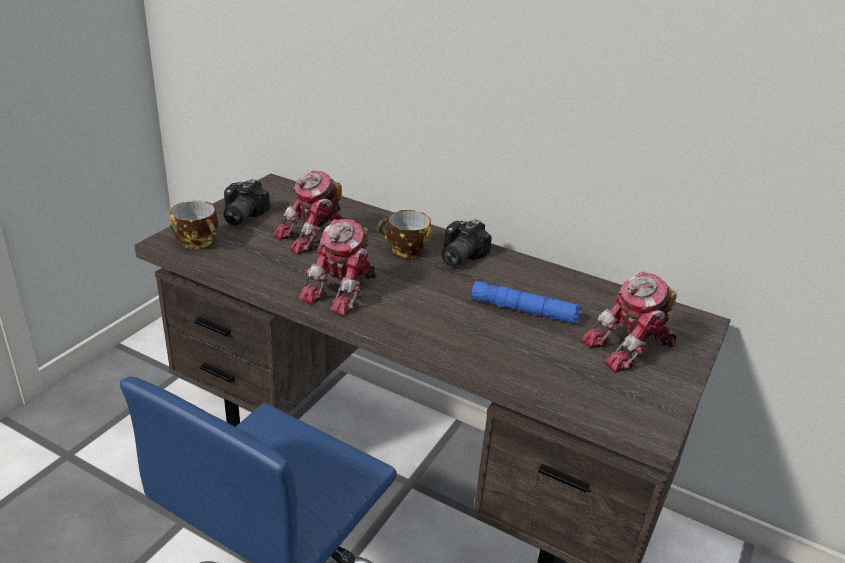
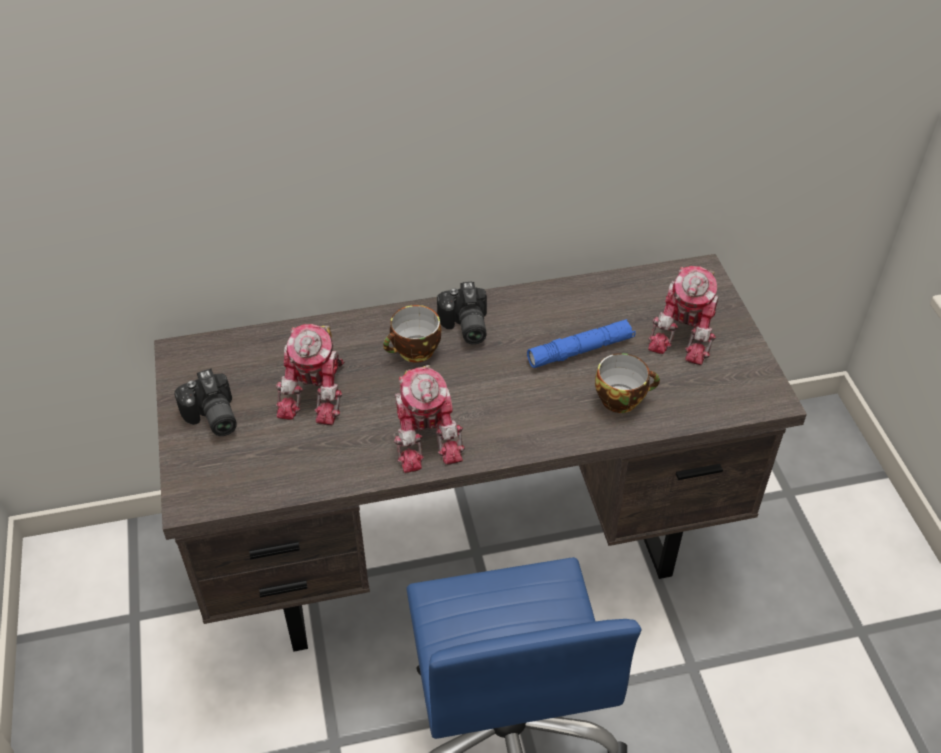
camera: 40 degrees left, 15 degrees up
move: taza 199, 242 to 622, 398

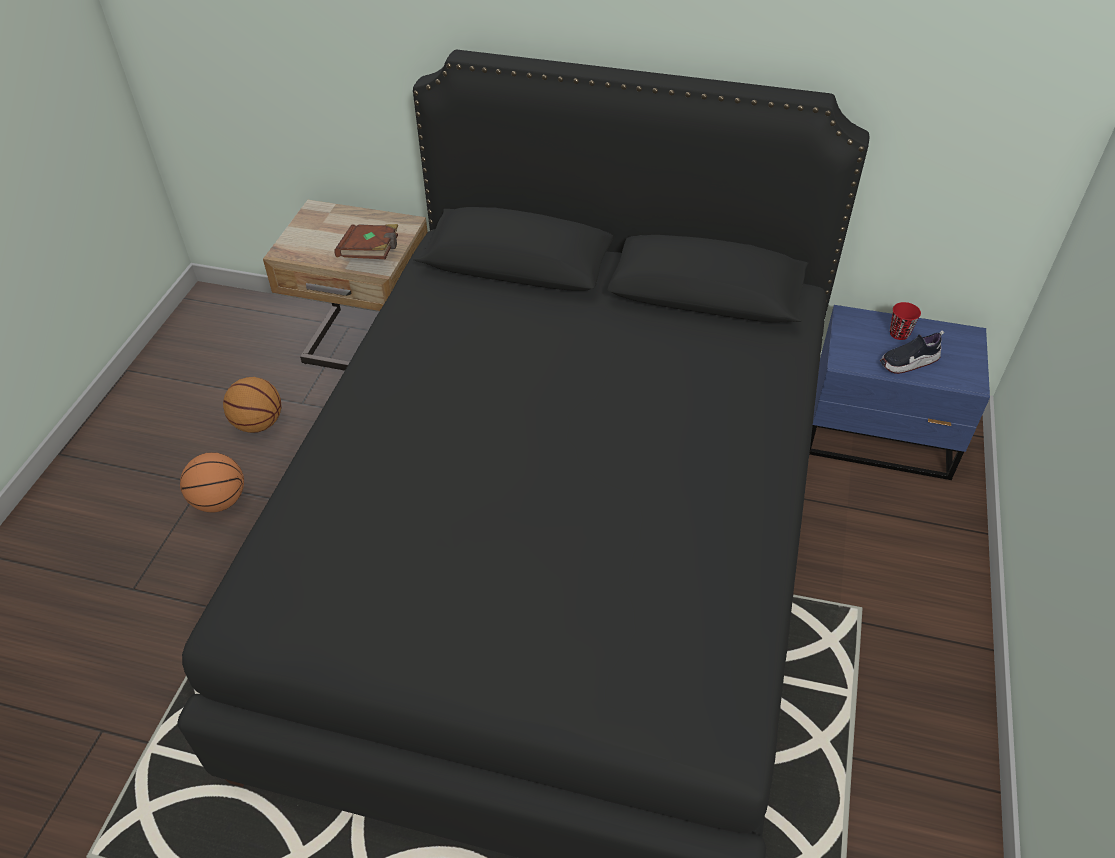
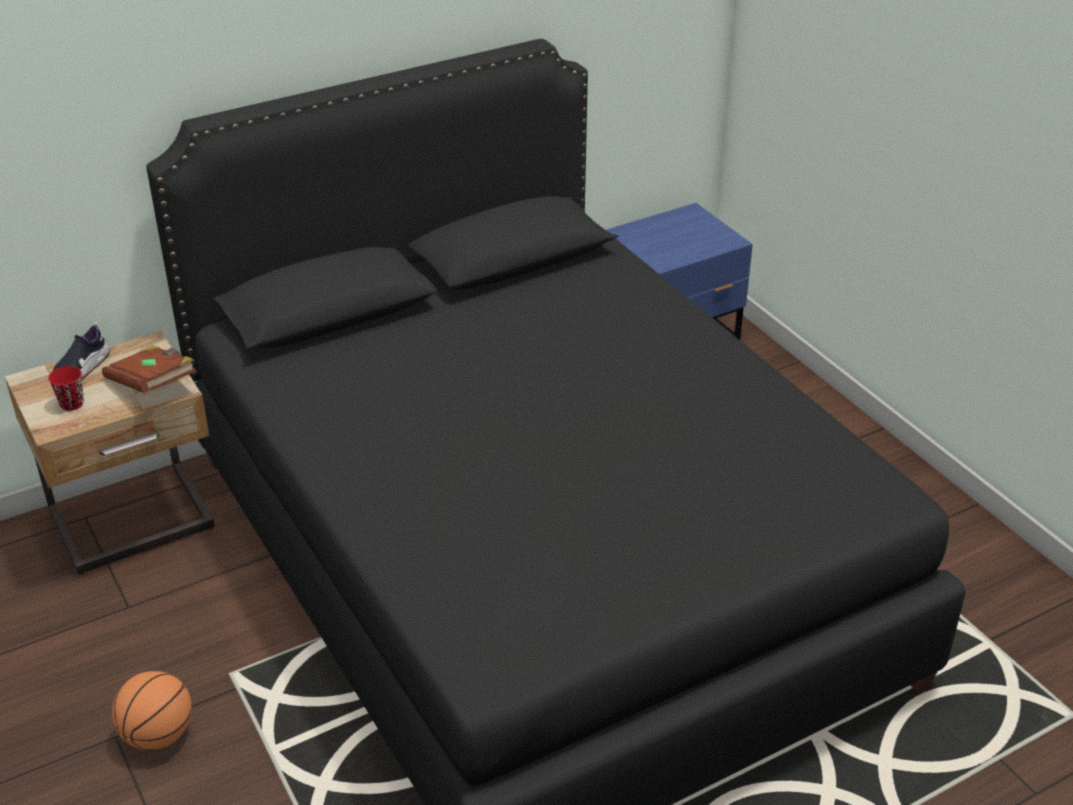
camera: 45 degrees left, 10 degrees down
delete: balón de baloncesto 259, 423
move: zapato 908, 362 to 82, 368; taza/rojo 899, 333 to 72, 404

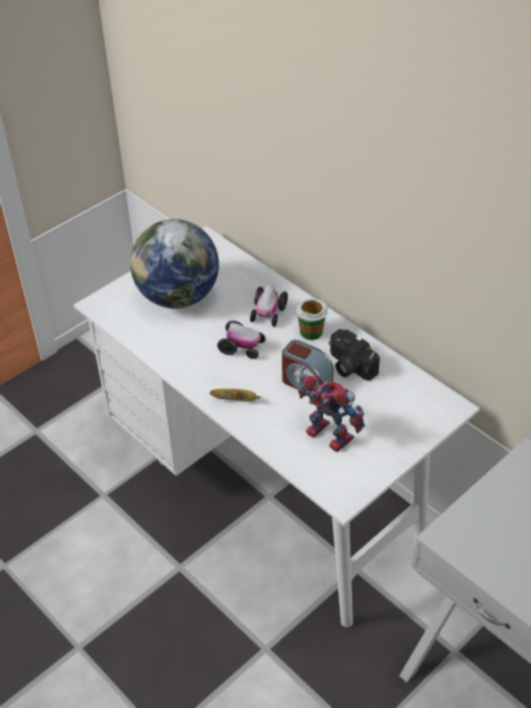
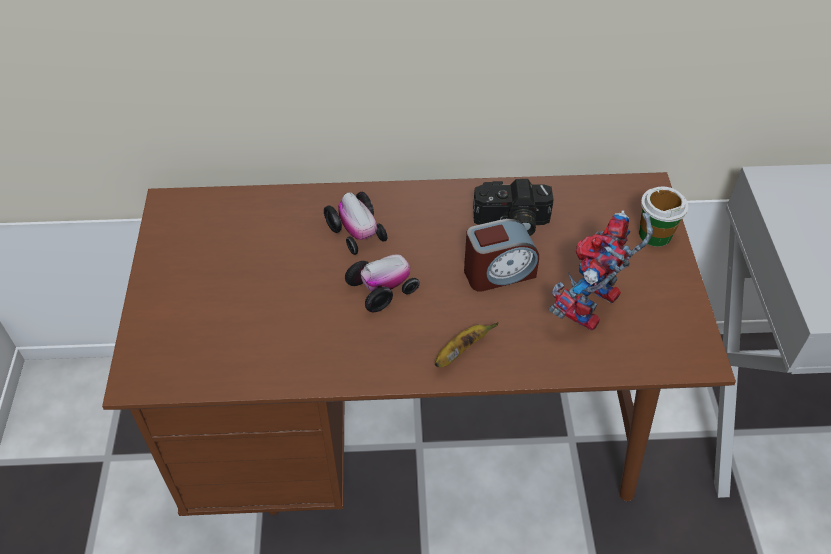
camera: 50 degrees left, 5 degrees up
delete: globo terráqueo 178, 297
move: taza 311, 332 to 655, 234
recolor: escritorio/blanco 270, 492 to escritorio/marrón 416, 441
rotate: robot de juguete 323, 435 = 592, 311 45 degrees counterclockwise

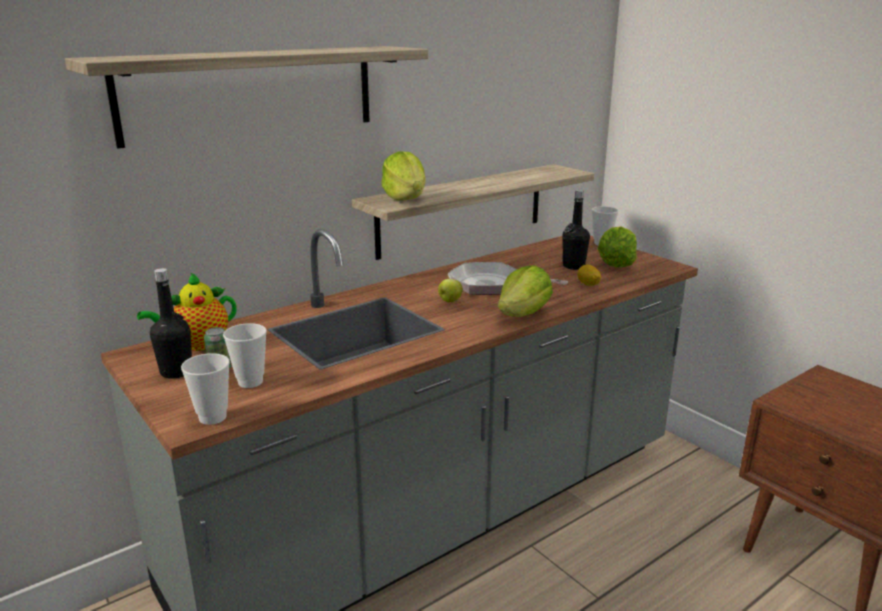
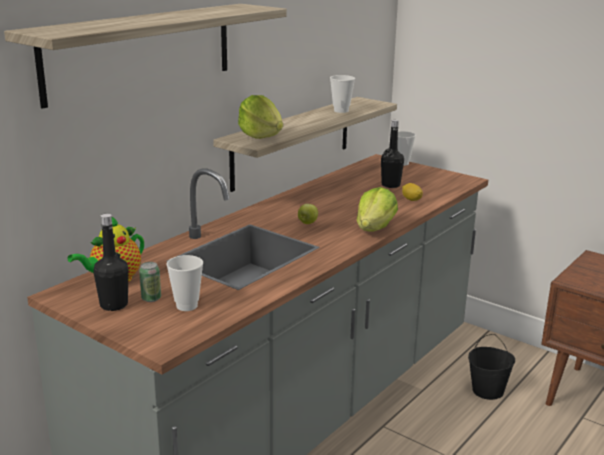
camera: 15 degrees left, 0 degrees up
delete: sartén 492, 285; lechuga 615, 265
insert: cubo/negro 488, 390
move: taza 212, 417 to 341, 111

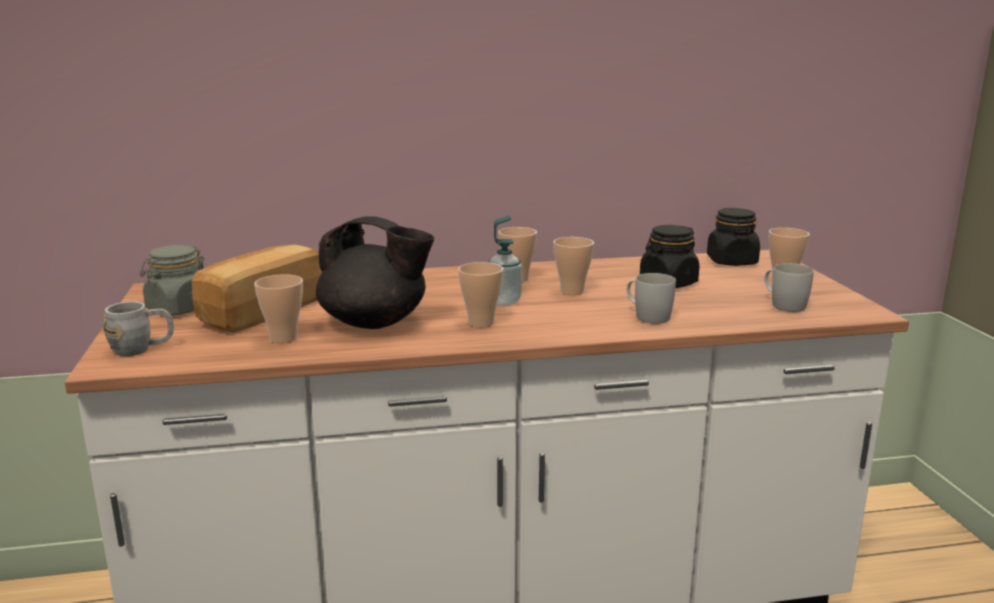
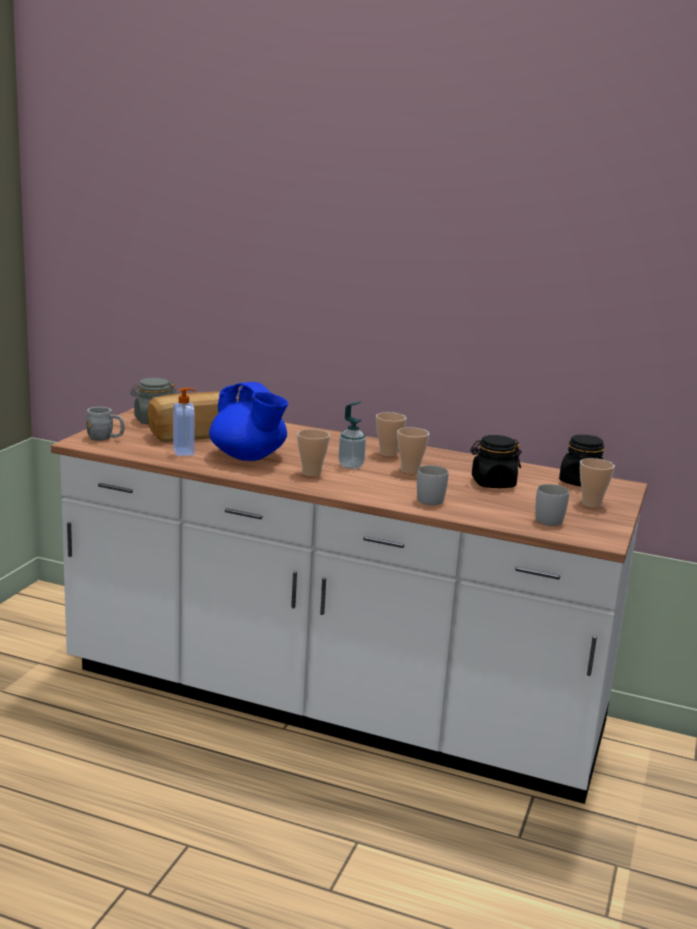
camera: 30 degrees right, 0 degrees up
replace: taza 283, 338 to dispensador de jabón 184, 452
recolor: tetera/negro 375, 323 to tetera/azul 248, 457

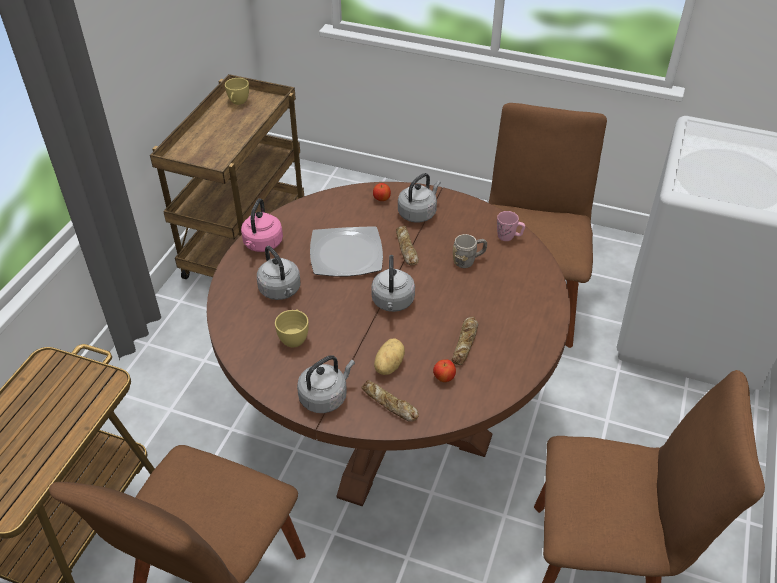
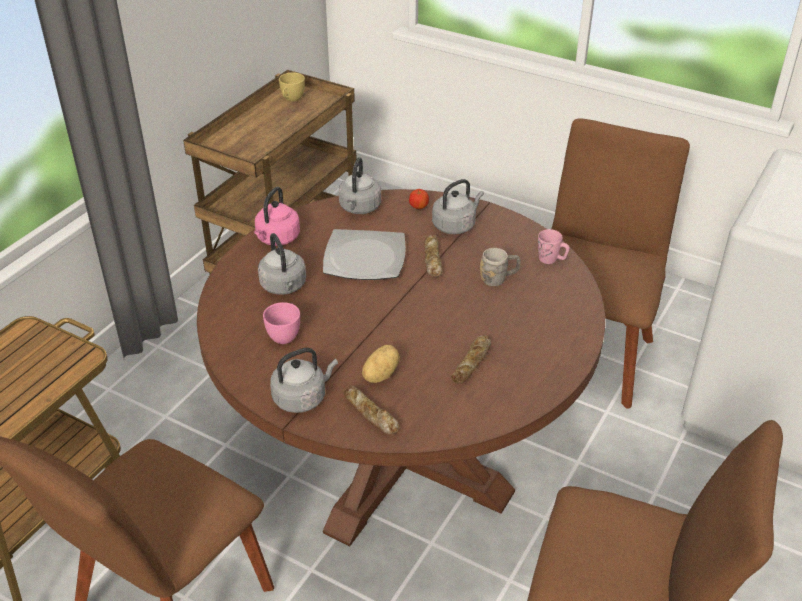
camera: 10 degrees right, 5 degrees down
delete: manzana 444, 378
move: hervidor/gris 393, 303 to 359, 208
recolor: taza/amarillo 294, 337 to taza/rosa 285, 334

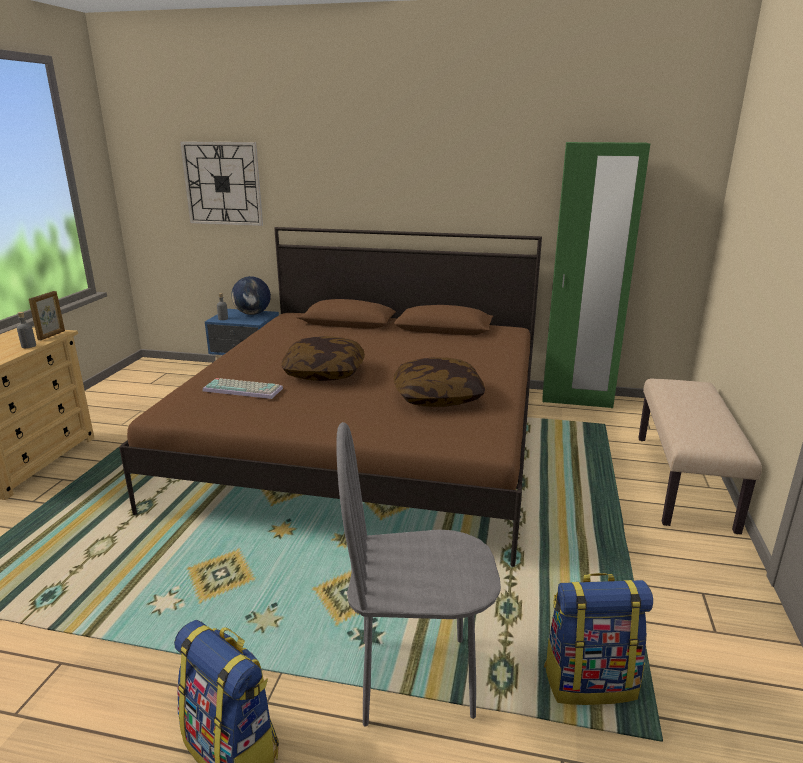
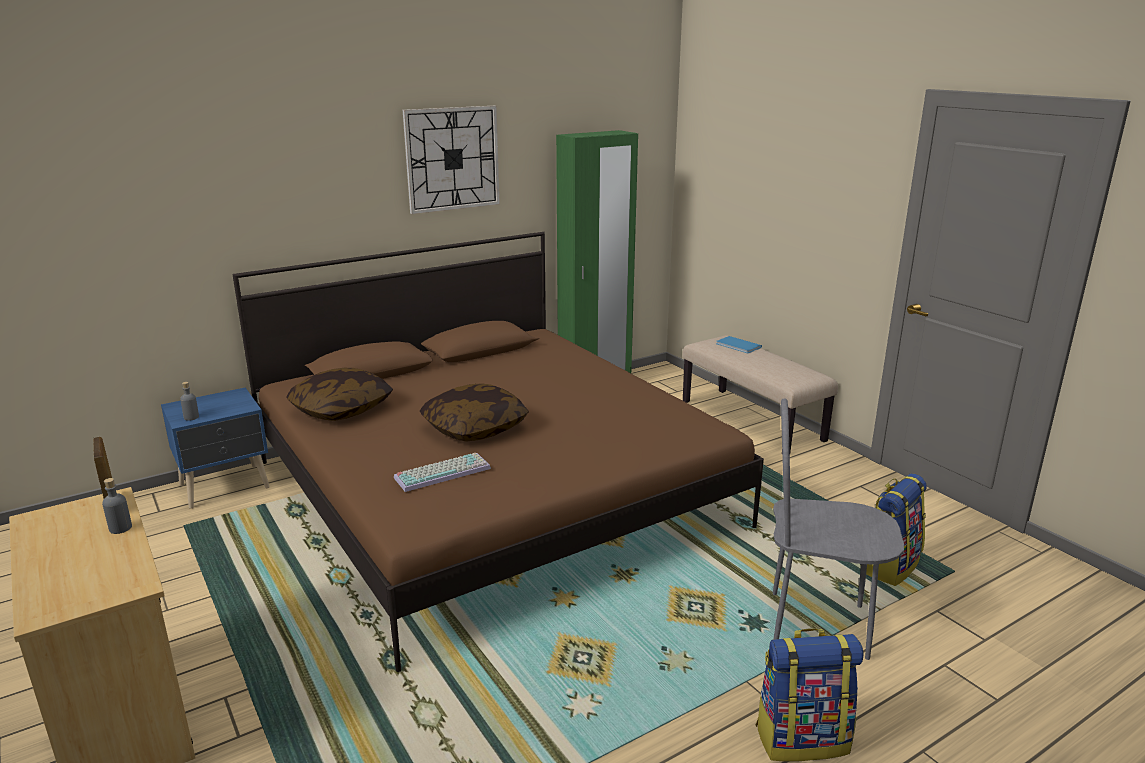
camera: 45 degrees left, 0 degrees up
delete: globo terráqueo 253, 314
insert: libro/azul 738, 346
move: reloj de pared 222, 183 to 452, 159; cojín 437, 397 to 341, 409
rotate: silla/gris 415, 678 = 818, 625 60 degrees clockwise

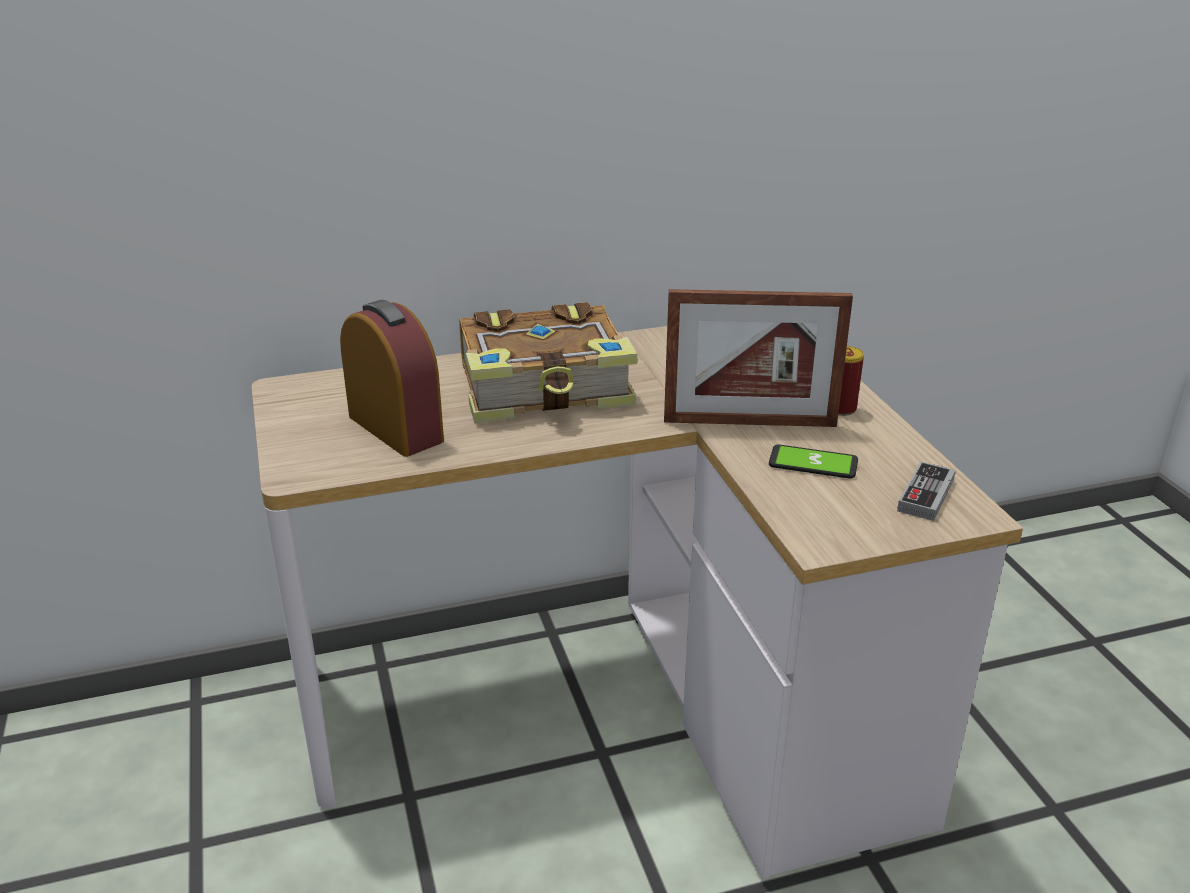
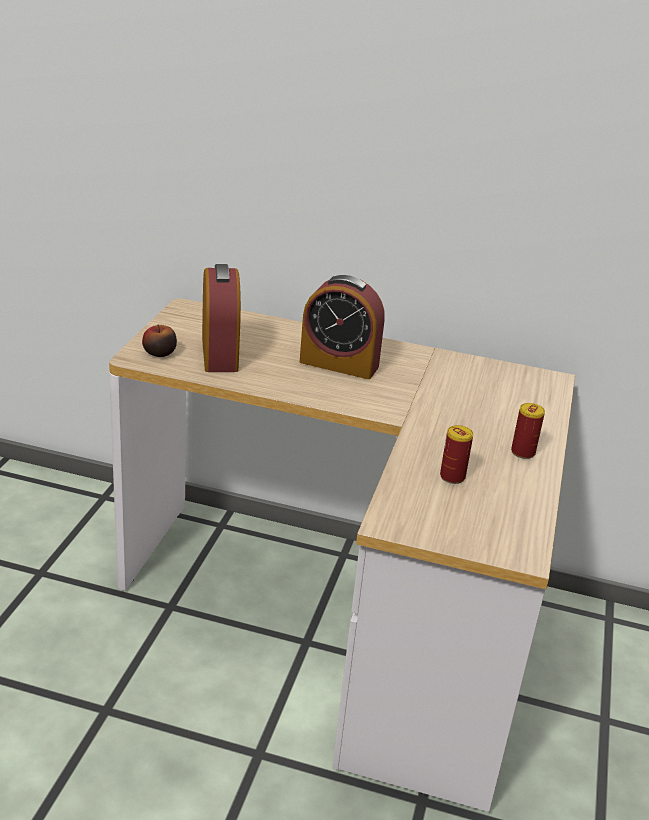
camera: 30 degrees right, 0 degrees up
delete: portarretratos 749, 422; mando de consola 926, 495
insert: manzana 159, 353
replace: libro 547, 387 to despertador 339, 364; móvil 813, 463 to lata 452, 477

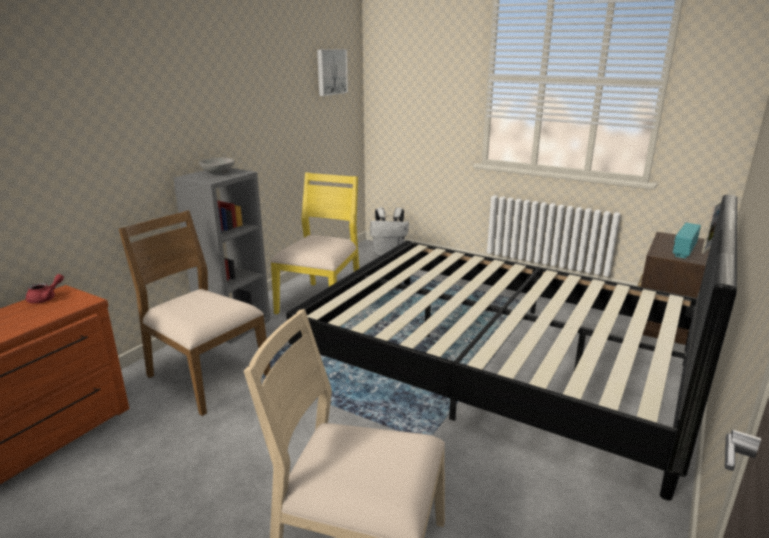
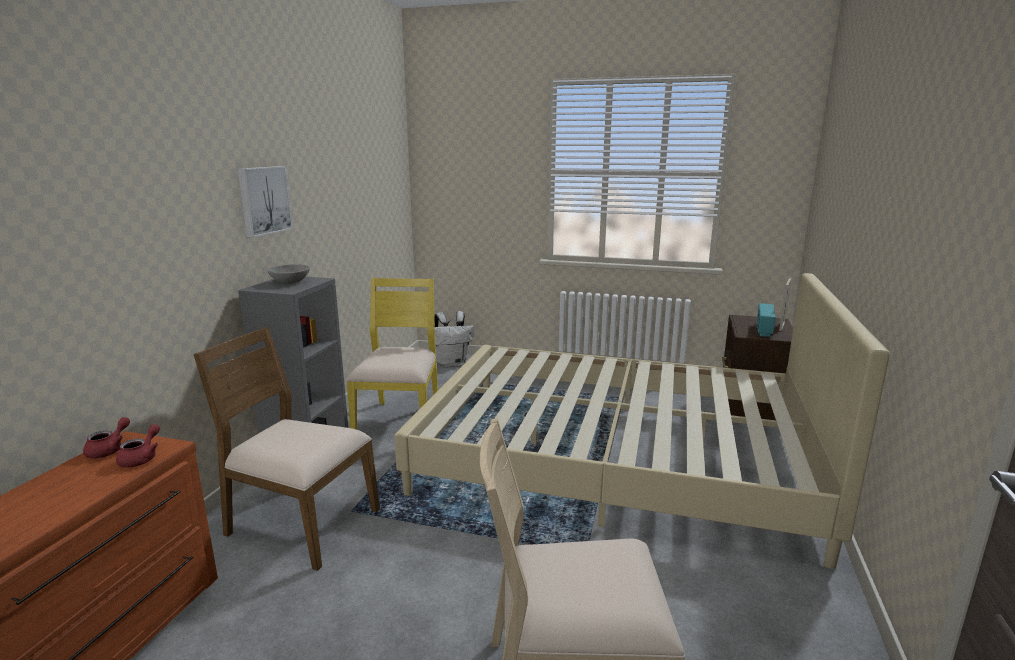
camera: 15 degrees left, 5 degrees down
insert: tetera/rojo 142, 458
move: cuadro 331, 72 to 263, 200
recolor: cama/negro 498, 360 to cama/beis 616, 459

